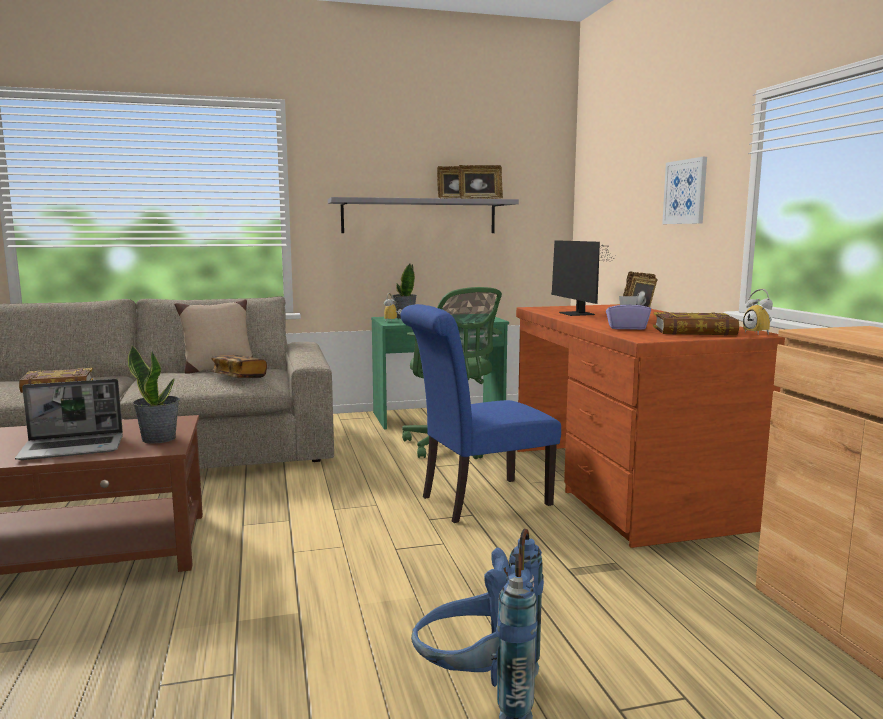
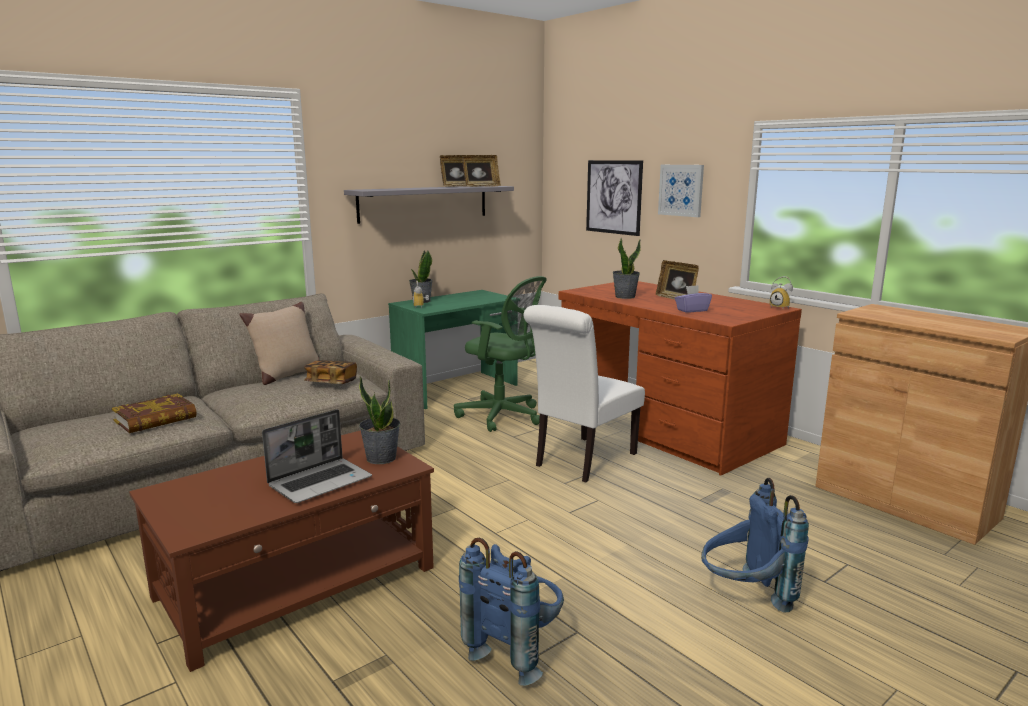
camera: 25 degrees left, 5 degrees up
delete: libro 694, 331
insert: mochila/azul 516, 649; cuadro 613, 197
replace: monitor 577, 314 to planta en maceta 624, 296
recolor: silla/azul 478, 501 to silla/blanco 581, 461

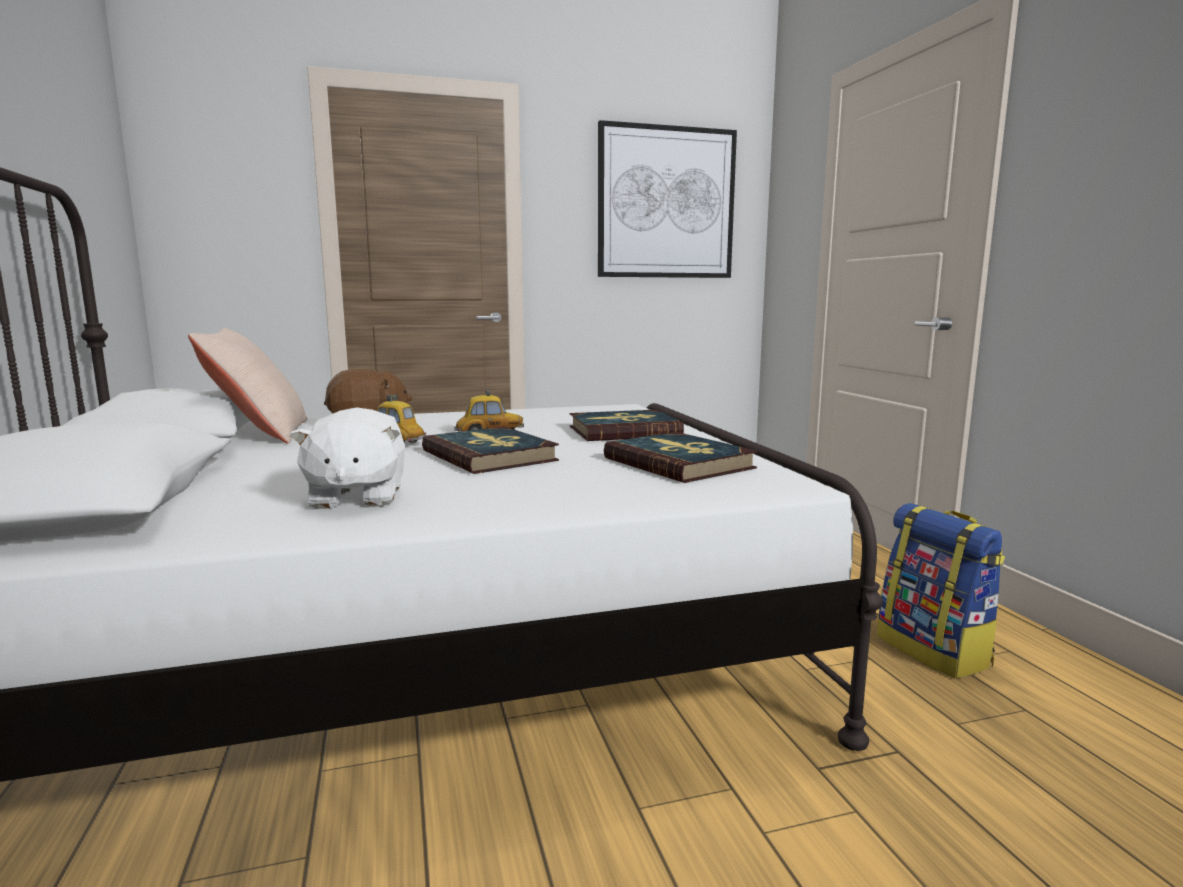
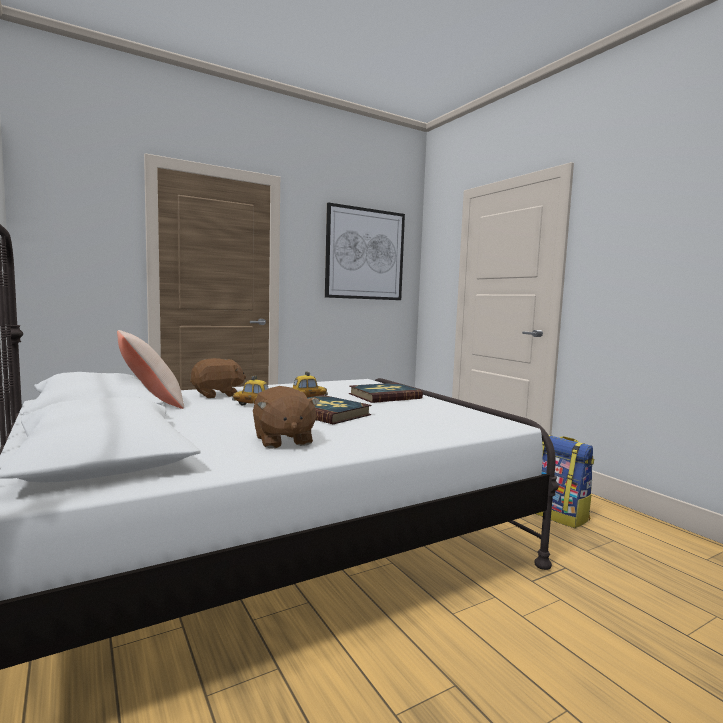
camera: 15 degrees left, 5 degrees down
delete: libro 679, 463
recolor: peluche/blanco 356, 497 to peluche/marrón 282, 440

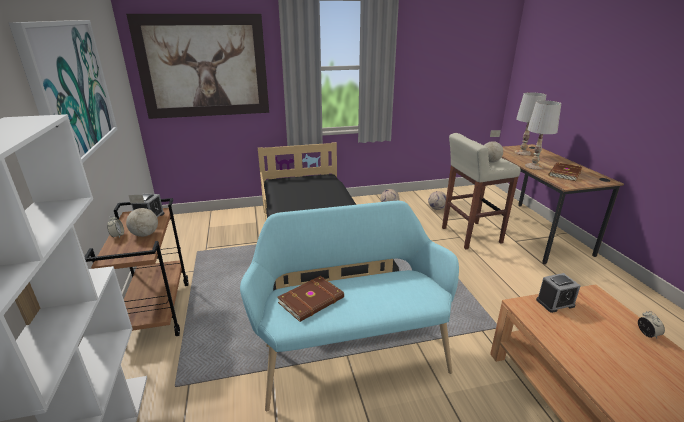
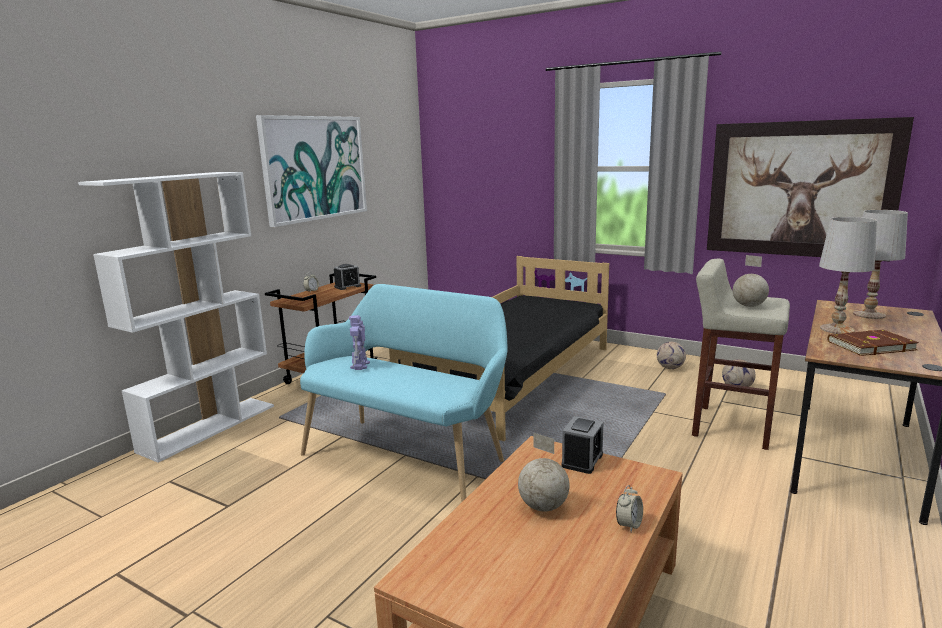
camera: 45 degrees right, 10 degrees down
move: cuadro 204, 67 to 800, 189; globo terráqueo 145, 234 to 543, 506
replace: libro/marrón 312, 300 to robot de juguete 360, 365
rotate: despertador 555, 303 = 582, 460 90 degrees counterclockwise

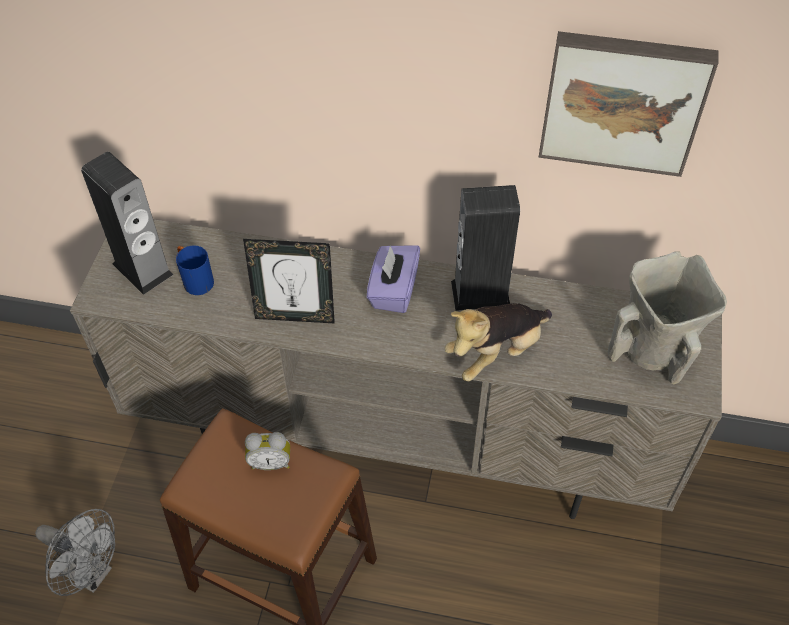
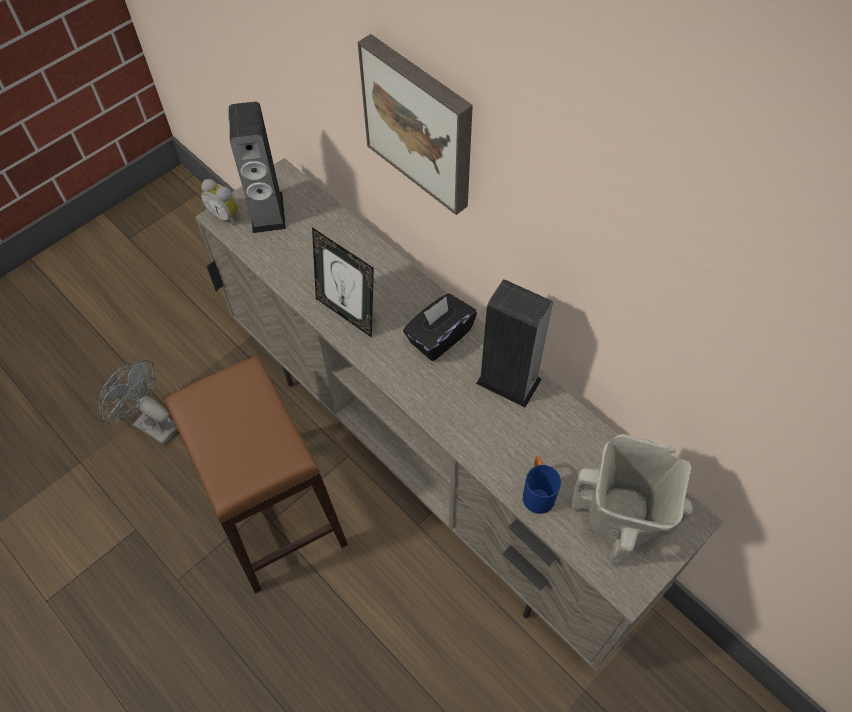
camera: 35 degrees right, 5 degrees up
delete: peluche 495, 352
move: taza grande/azul 195, 280 to 537, 492; despertador 270, 462 to 226, 215; cuadro 623, 101 to 421, 123
recolor: caja de pañuelos/morado 393, 290 to caja de pañuelos/negro 439, 337
rotate: ventilador/gris 91, 573 = 150, 423 150 degrees clockwise

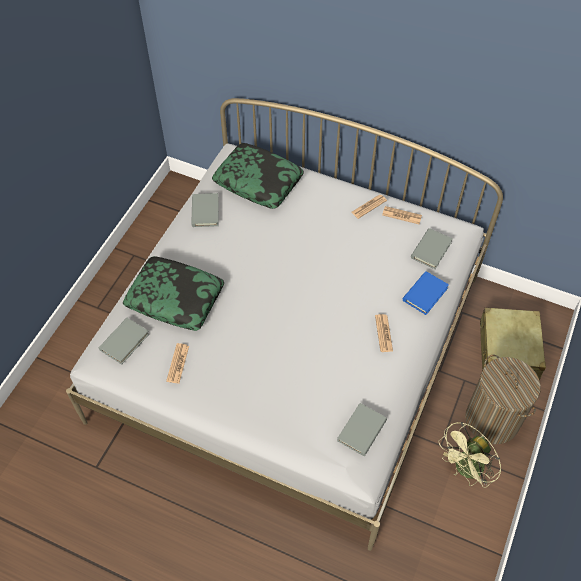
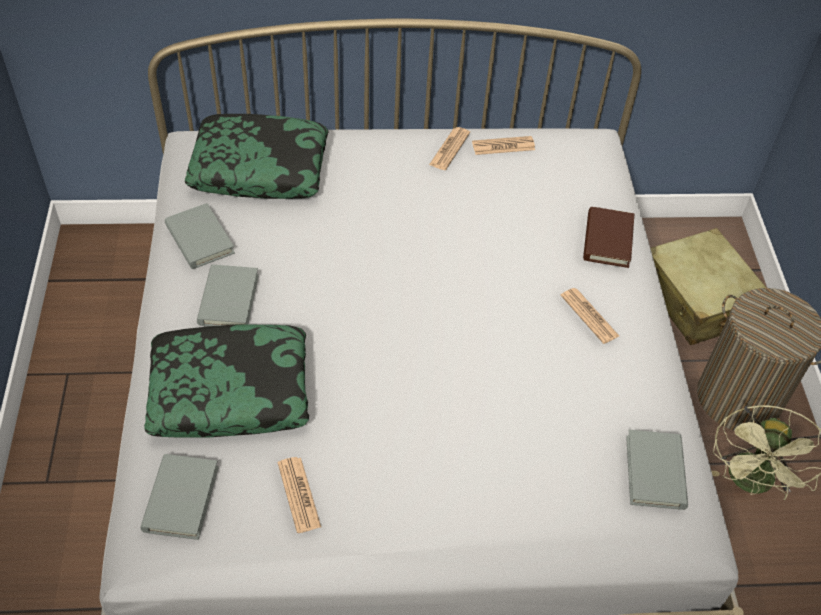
camera: 30 degrees left, 5 degrees down
move: libro/gris 431, 250 to 228, 300
recolor: libro/azul 425, 294 to libro/marrón 607, 240

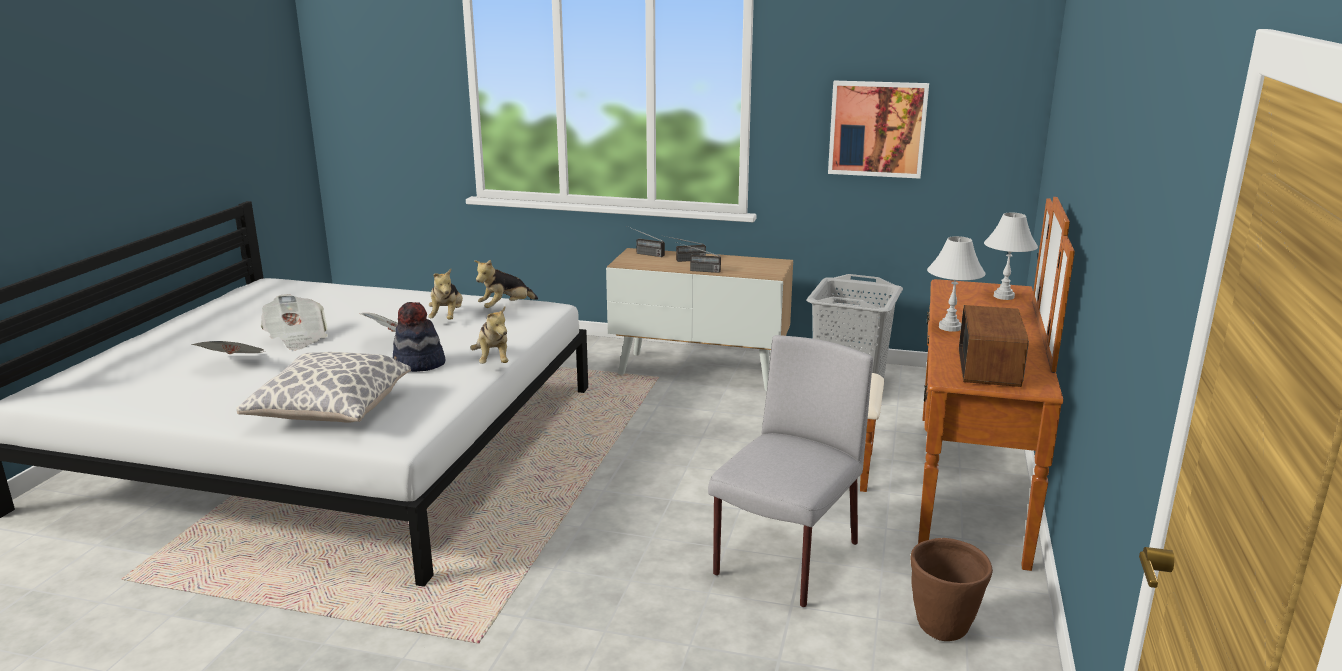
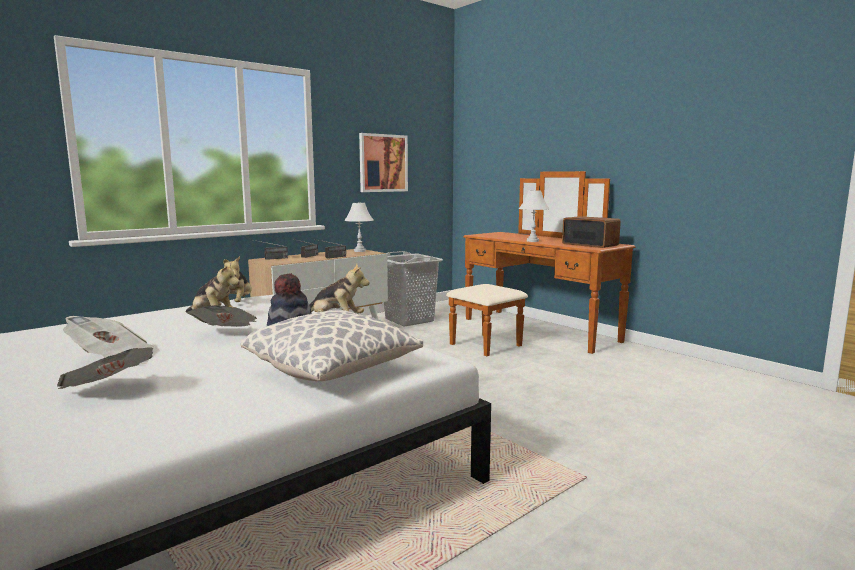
camera: 55 degrees left, 10 degrees down
delete: silla/gris 786, 560; maceta/marrón 943, 629
move: lámpara de mesa/blanco 1004, 296 to 360, 251

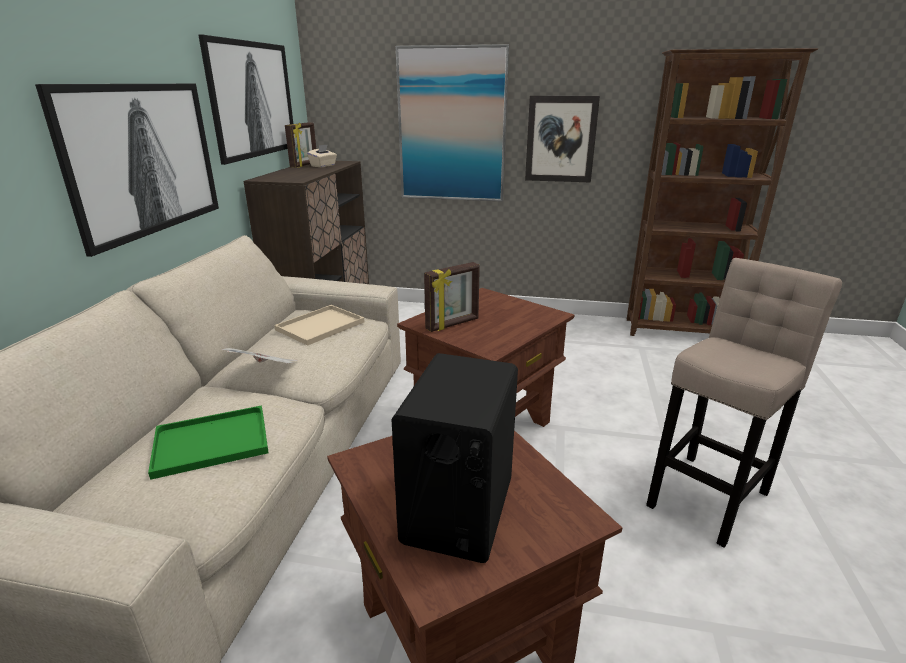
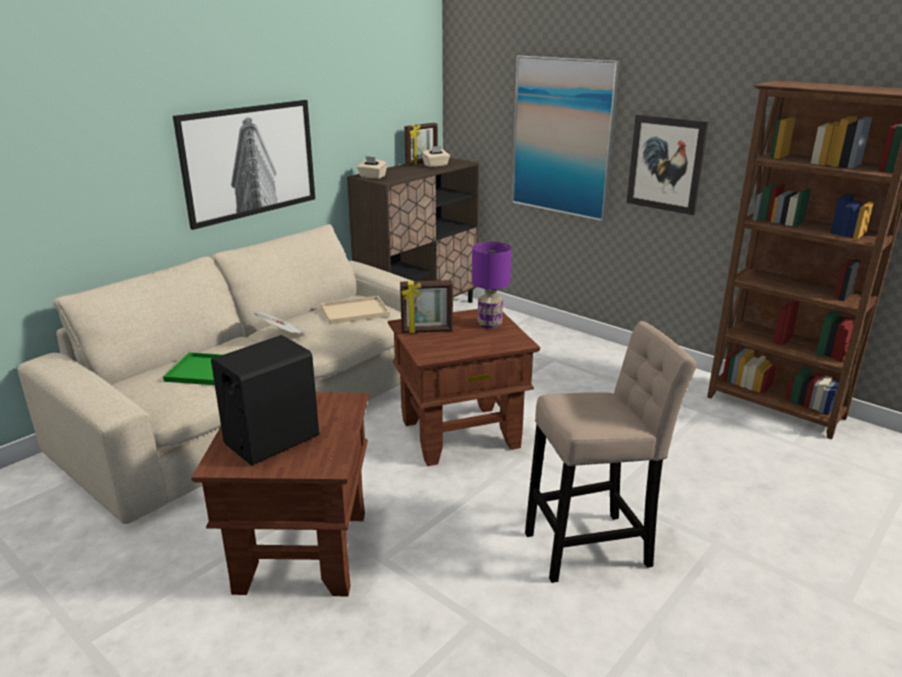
camera: 30 degrees right, 0 degrees up
delete: cuadro 251, 100
insert: caja de pañuelos/beis 372, 177; lámpara de mesa/morado 490, 324

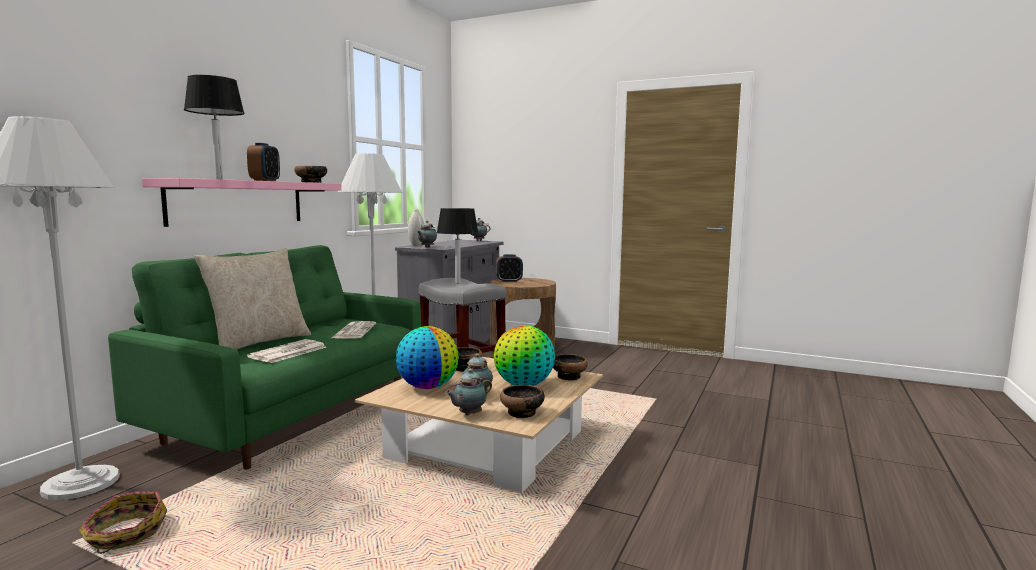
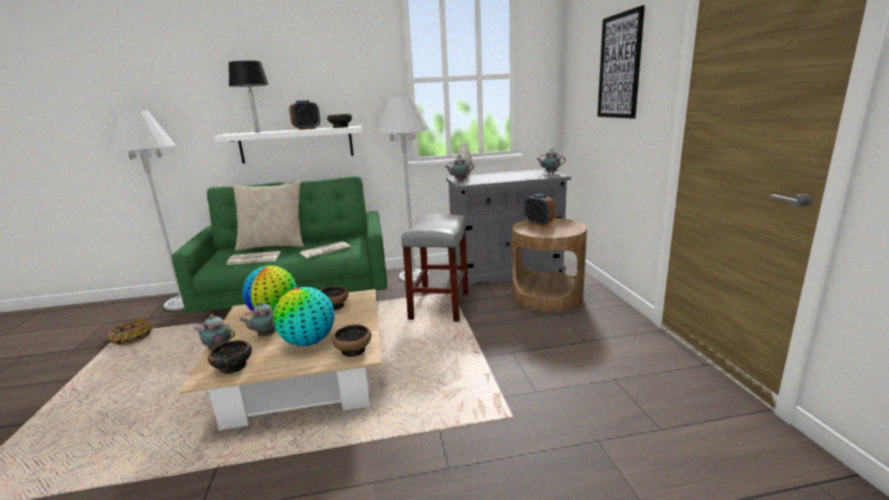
camera: 55 degrees right, 10 degrees up
delete: lámpara de mesa/negro 457, 283
insert: cuadro 619, 66
recolor: estante/rosa 238, 202 to estante/blanco 296, 144

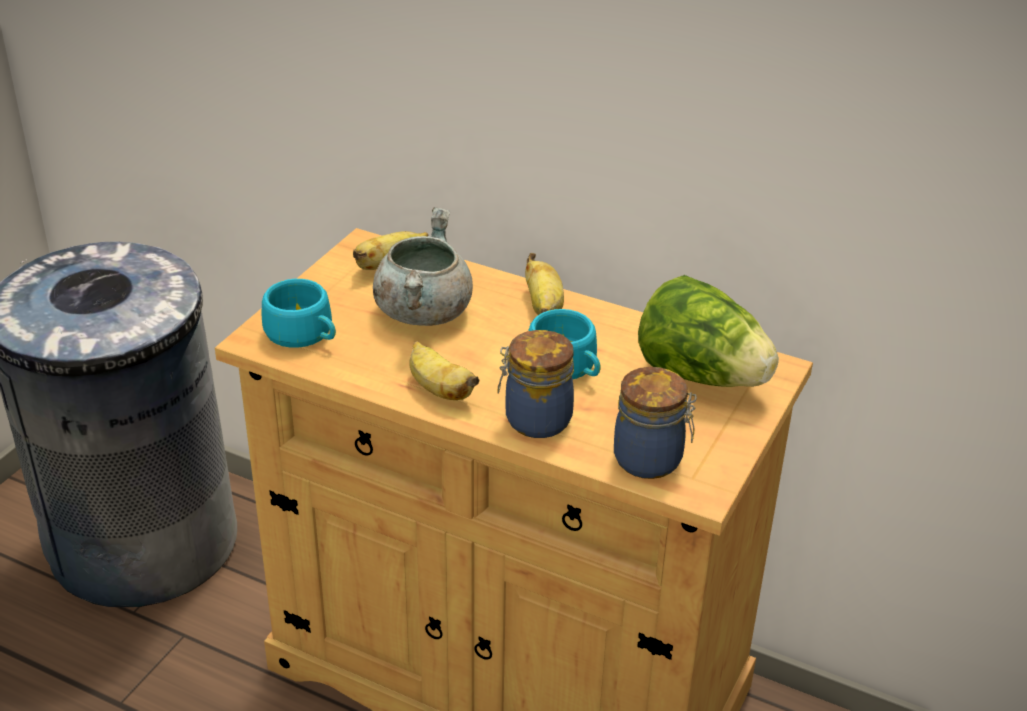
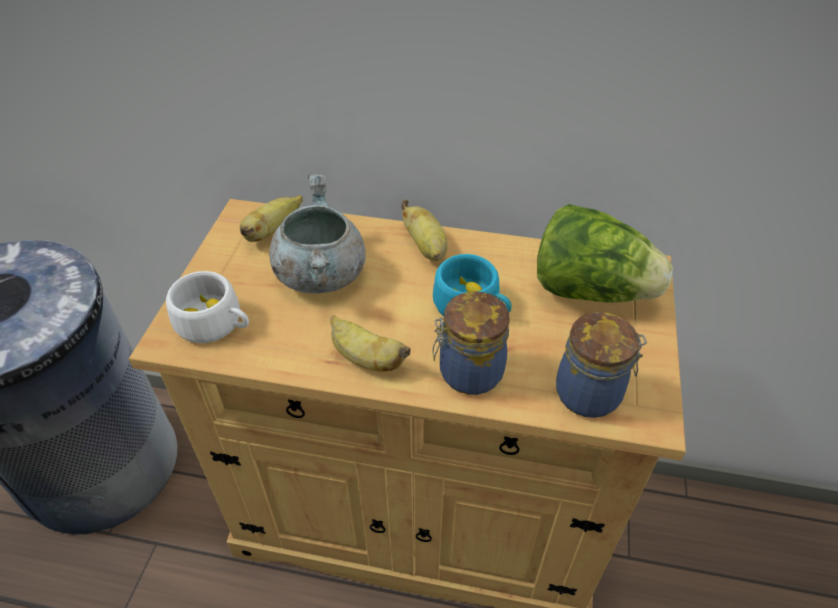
camera: 15 degrees left, 10 degrees up
recolor: taza/turquesa 304, 335 to taza/blanco 215, 324

